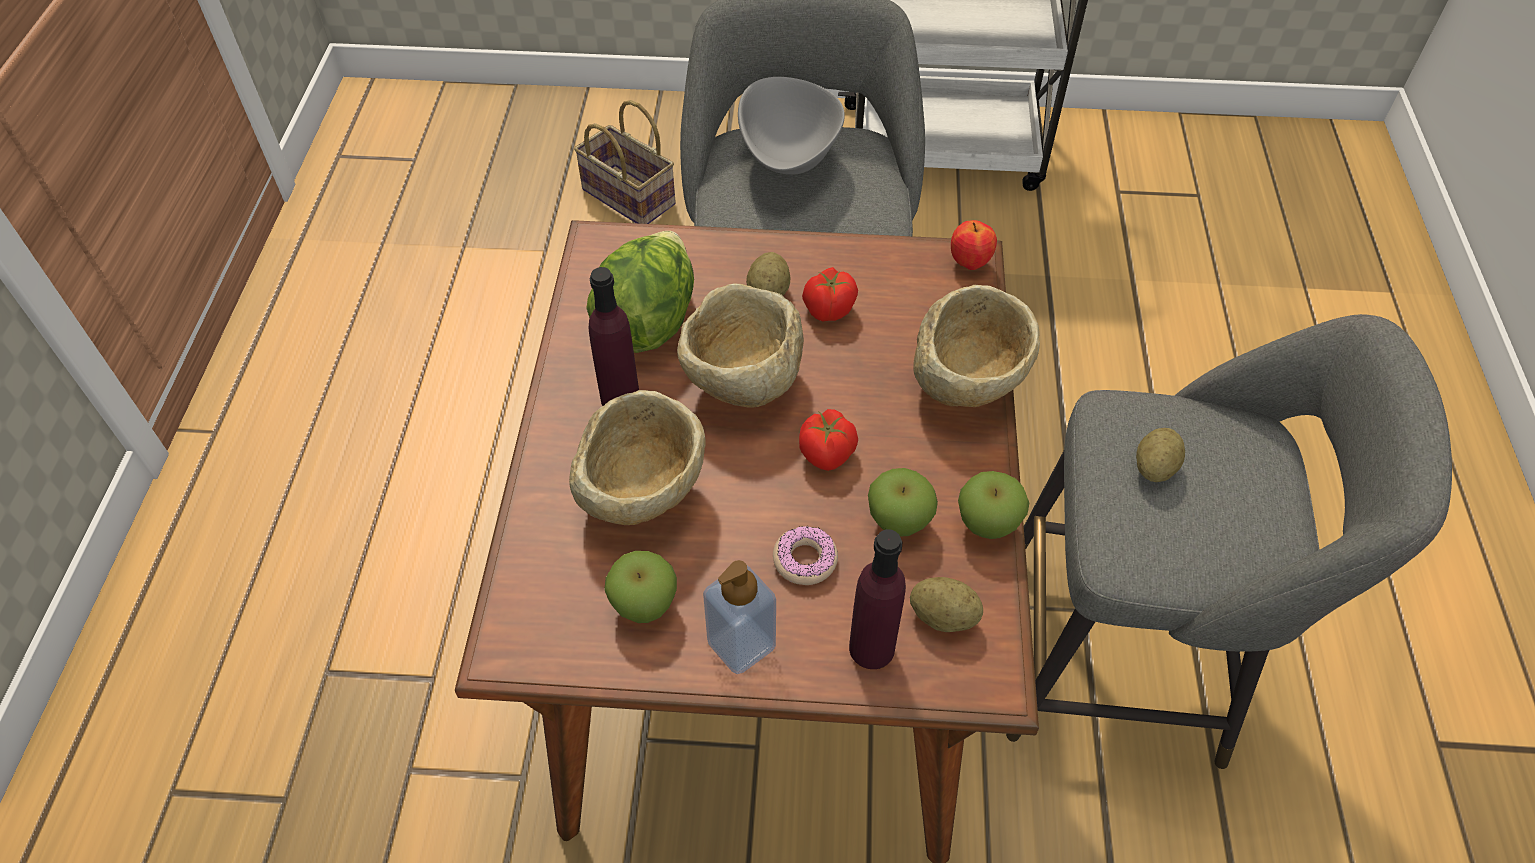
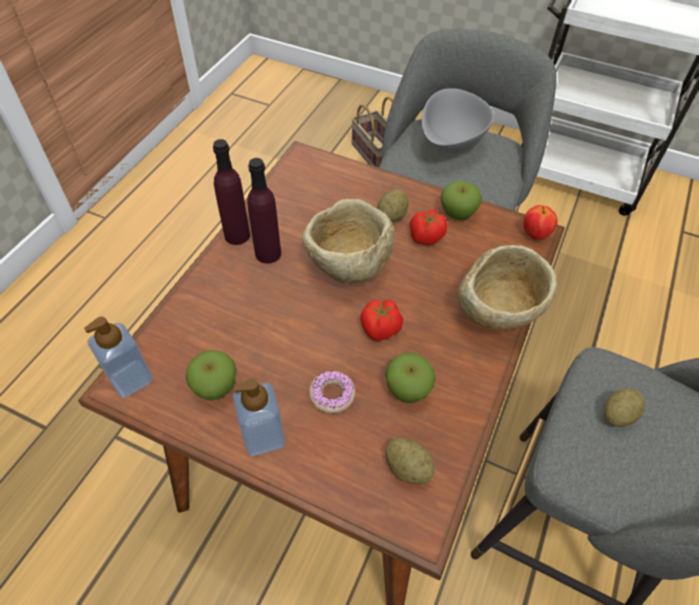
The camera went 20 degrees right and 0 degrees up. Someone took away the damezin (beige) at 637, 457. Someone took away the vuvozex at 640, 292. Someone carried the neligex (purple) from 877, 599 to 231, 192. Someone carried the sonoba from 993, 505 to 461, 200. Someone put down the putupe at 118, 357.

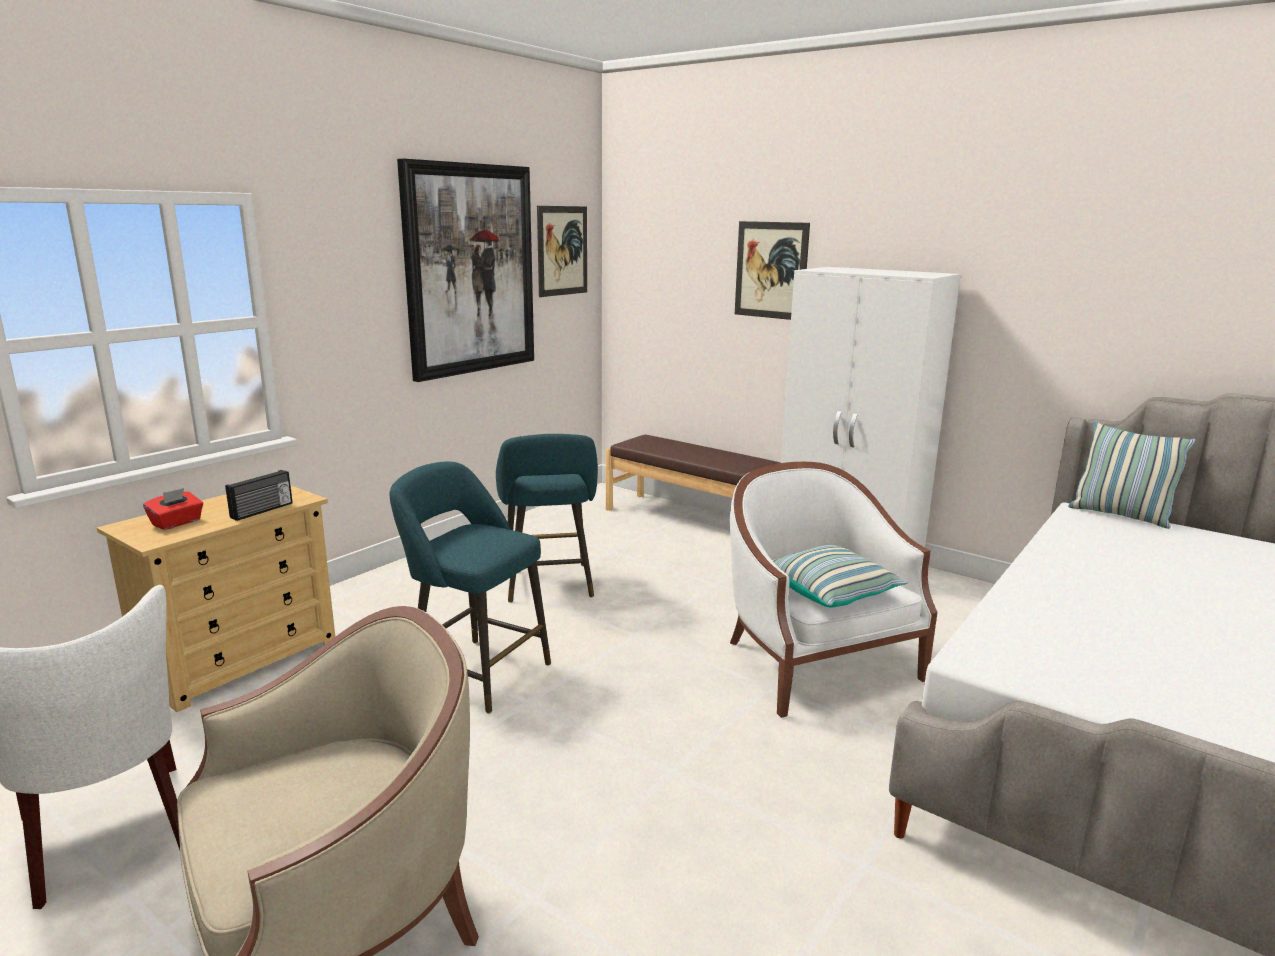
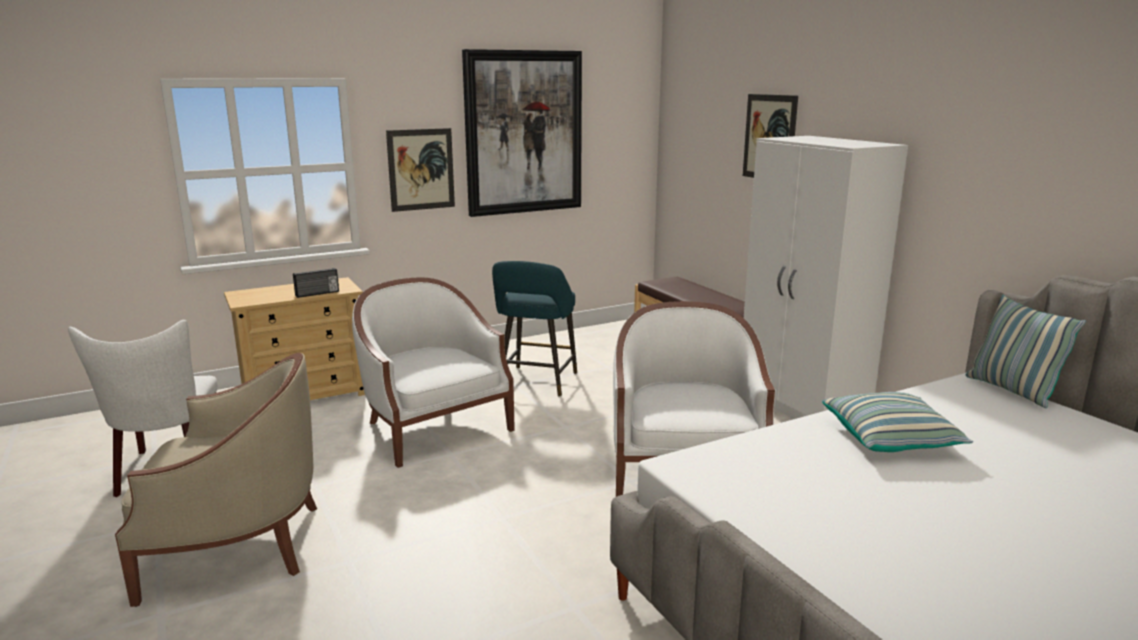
The camera went 25 degrees right and 0 degrees up. Someone took away the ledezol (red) at 173, 509. Someone swapped the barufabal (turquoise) at 470, 587 for the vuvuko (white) at 433, 372. Someone carried the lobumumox from 562, 251 to 420, 170. Someone carried the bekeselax from 840, 576 to 897, 422.

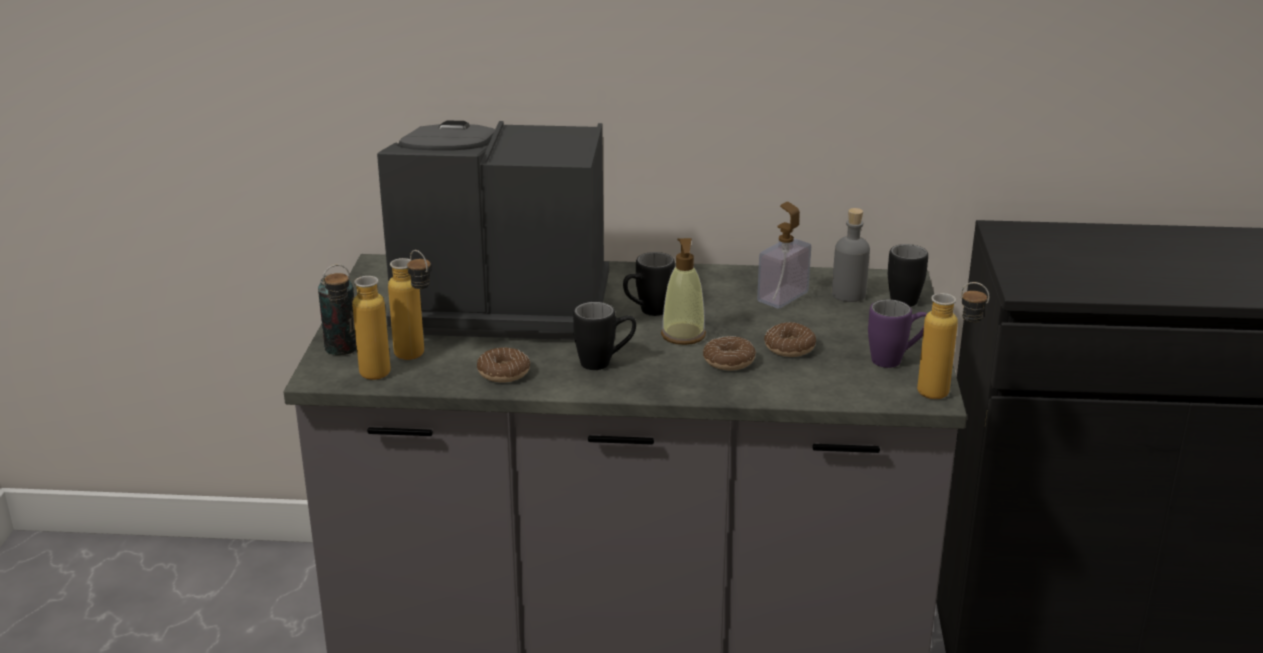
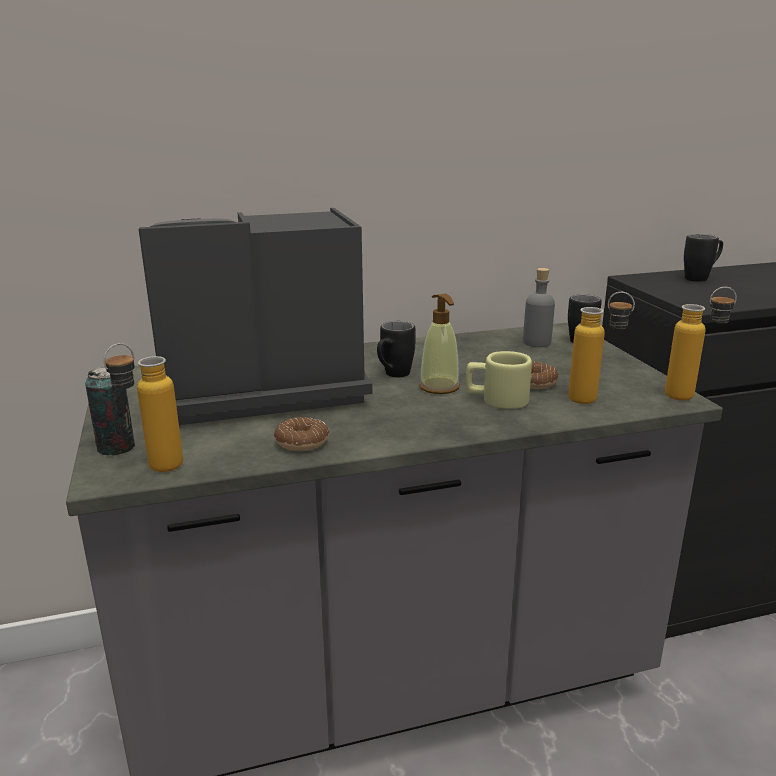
The camera went 20 degrees left and 5 degrees down. Someone carried the neligex from 409, 305 to 601, 348. Someone carried the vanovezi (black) from 604, 336 to 703, 258. Someone swapped the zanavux at 729, 353 for the vanovezi (beige) at 499, 380. Someone took away the putupe at 784, 255. Someone took away the vanovezi (purple) at 897, 333.

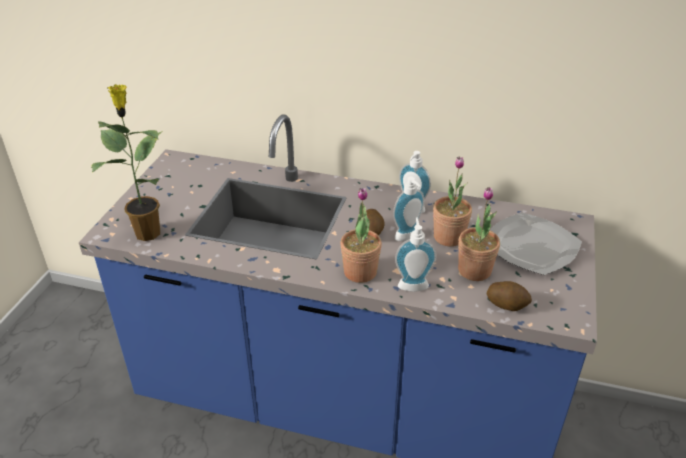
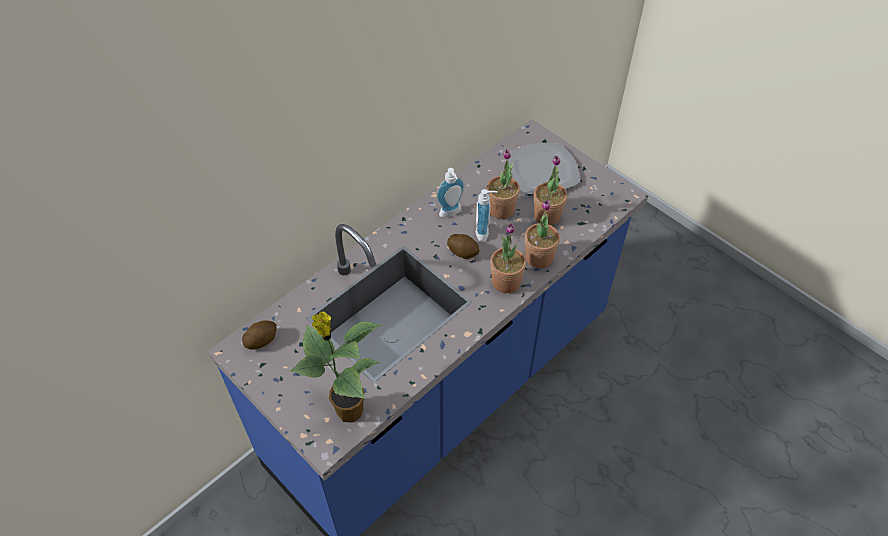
The camera went 60 degrees left and 15 degrees up. Someone swapped the putupe at 416, 254 for the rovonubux at 542, 234. Someone carried the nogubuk from 509, 296 to 259, 335.

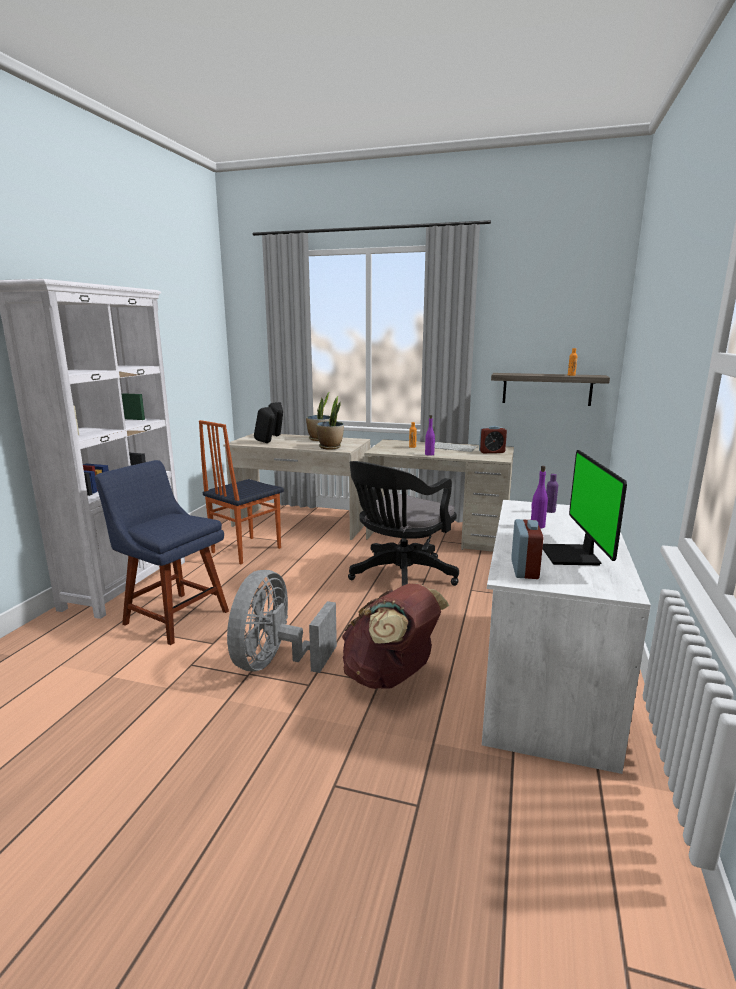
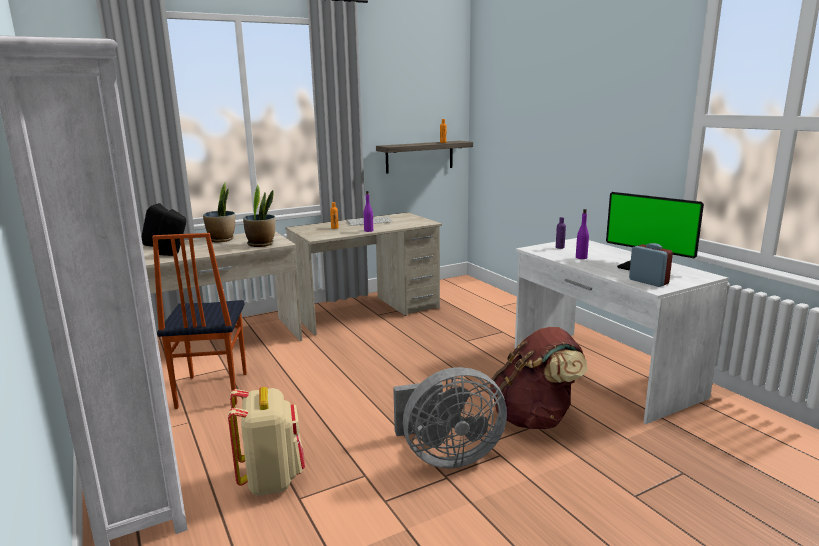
The camera went 45 degrees left and 0 degrees up. Someone swapped the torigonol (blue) at 162, 552 for the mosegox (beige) at 266, 441. Someone rotated the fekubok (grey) at 282, 621 by 75 degrees counterclockwise. Someone took away the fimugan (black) at 403, 523. Someone took away the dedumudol at 493, 439.

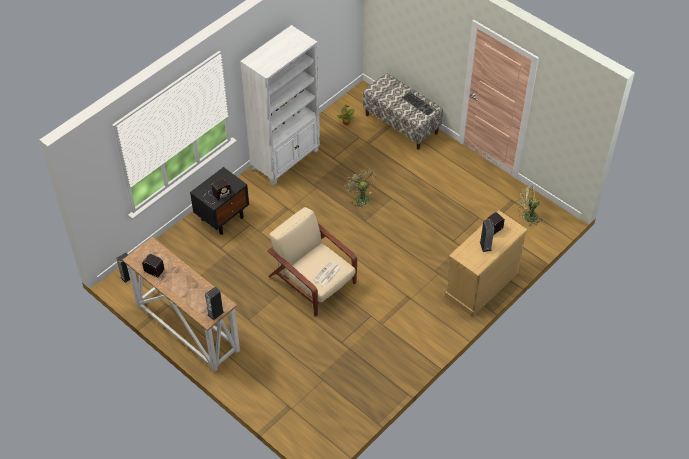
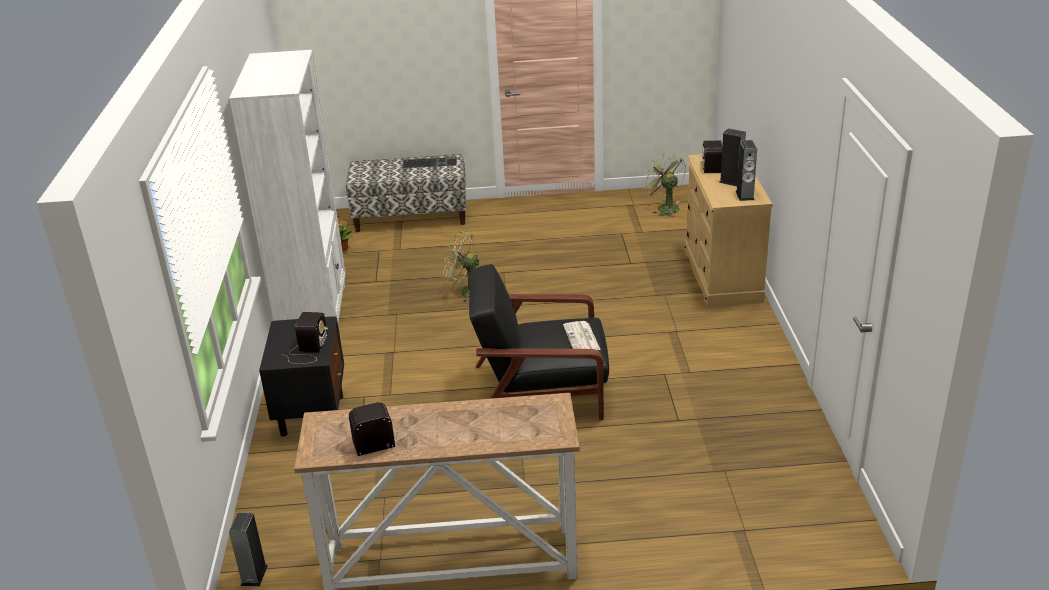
The camera went 45 degrees left and 20 degrees down. Someone carried the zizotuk from 214, 304 to 746, 170. Someone repainted the vuvuko (beige) at 312, 261, which became the vuvuko (black) at 539, 342. Someone rotated the fekubok (green) at 530, 206 by 105 degrees clockwise.

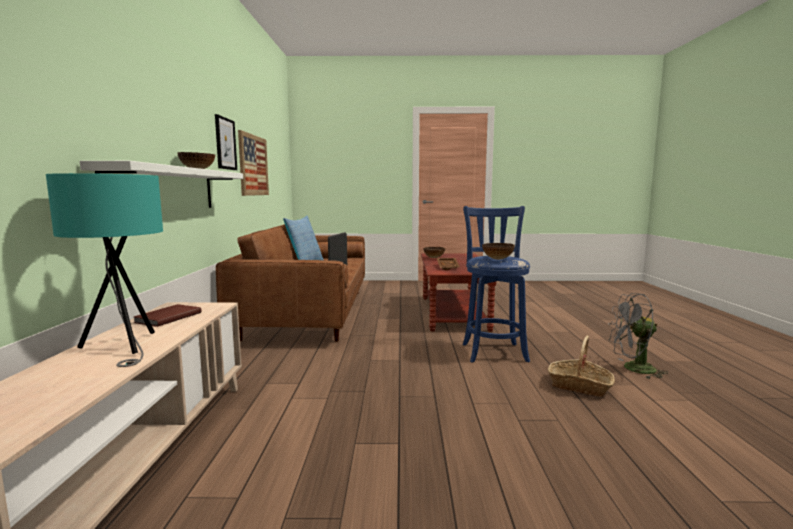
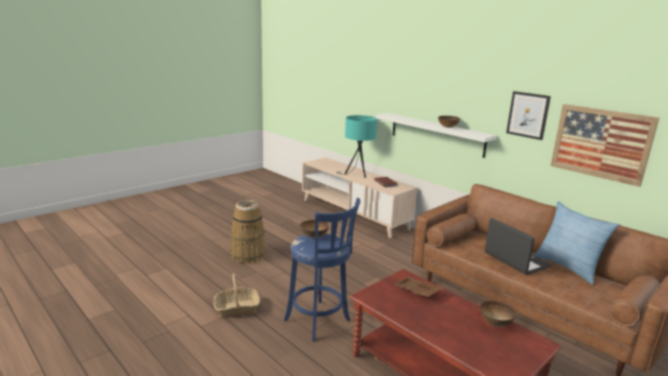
The camera went 135 degrees right and 10 degrees up. Someone took away the fekubok (grey) at 638, 336. Someone put down the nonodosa at 248, 232.

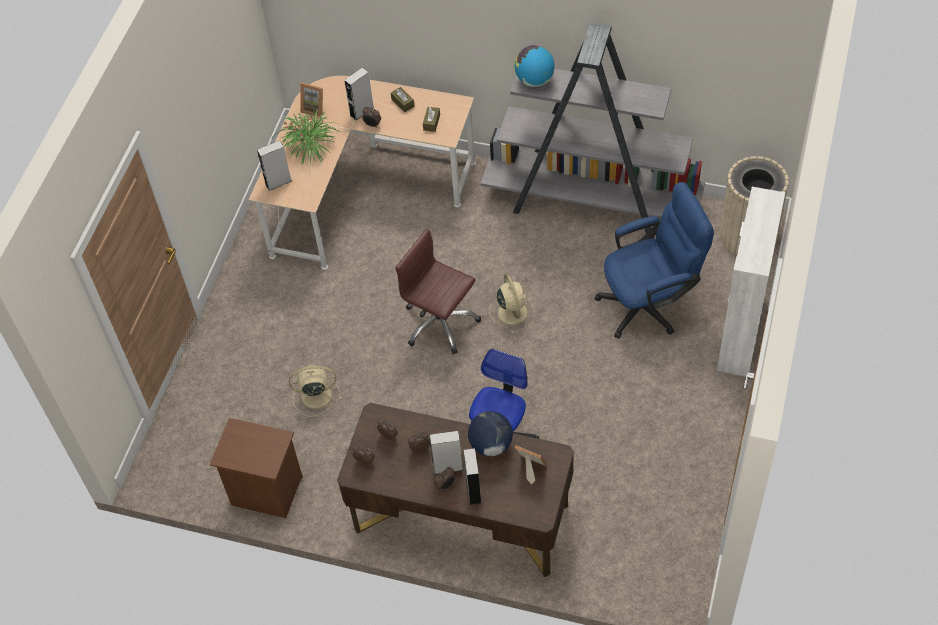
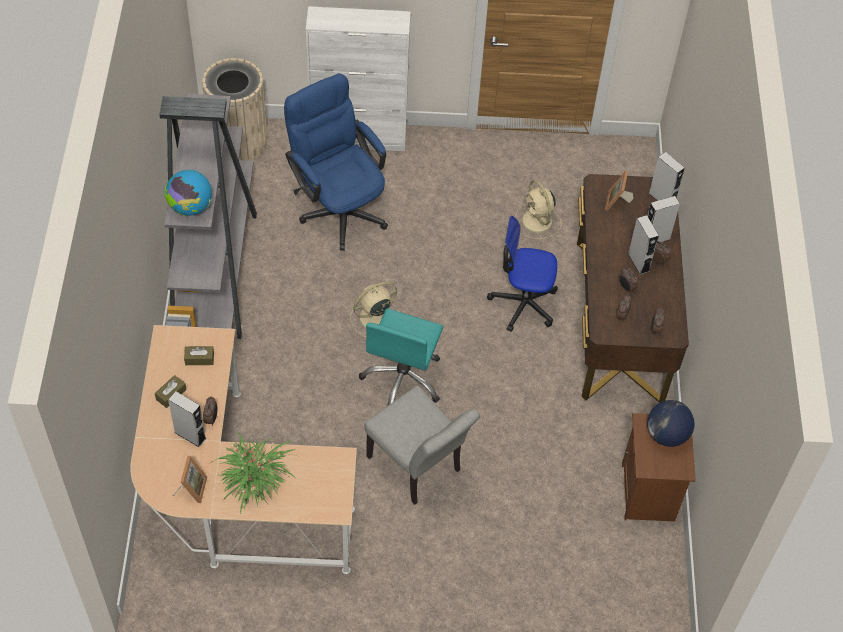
The camera went 110 degrees left and 0 degrees up. Someone carried the zizotuk (grey) from 274, 165 to 666, 176. Someone carried the fekubok (beige) from 315, 391 to 538, 209. Someone repainted the fimugan (brown) at 438, 291, which became the fimugan (turquoise) at 401, 357. Someone carried the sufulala from 490, 433 to 671, 423. Someone put down the torigonol (grey) at 422, 445.

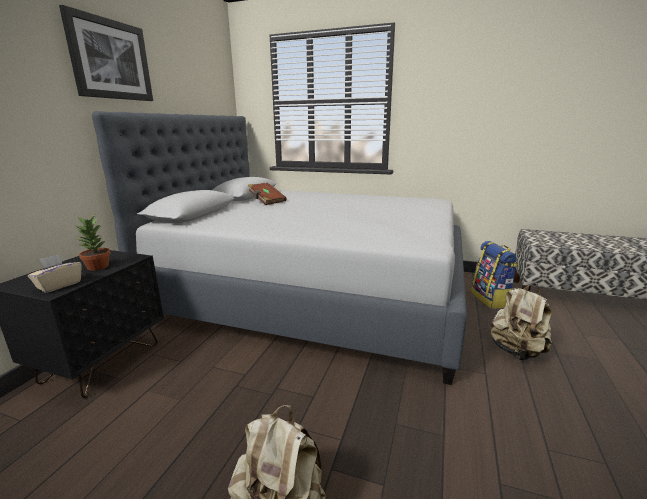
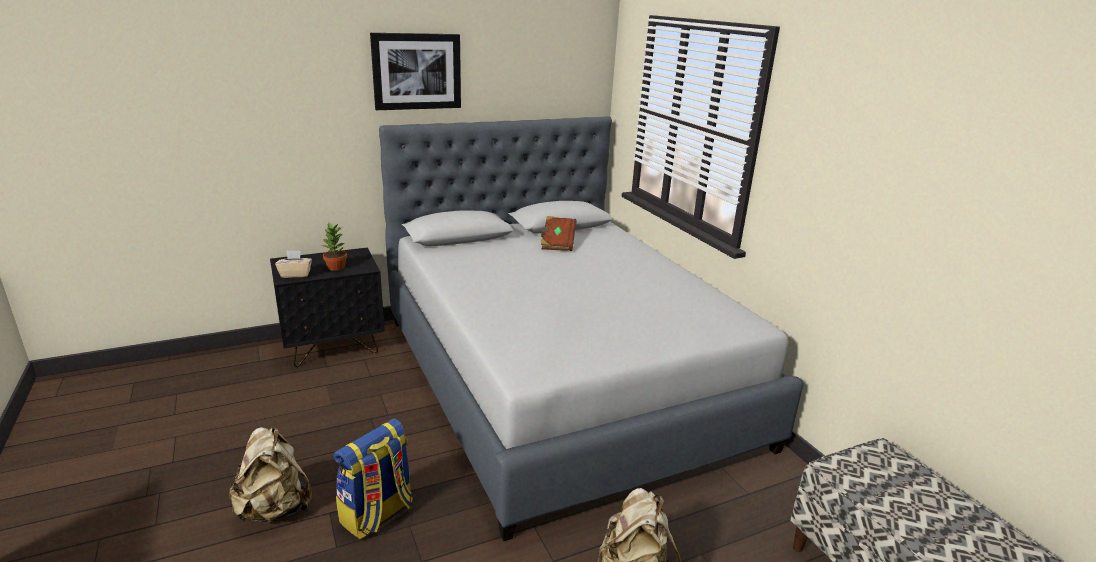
The camera went 45 degrees right and 5 degrees up. Someone carried the mosegox from 494, 275 to 373, 479.

